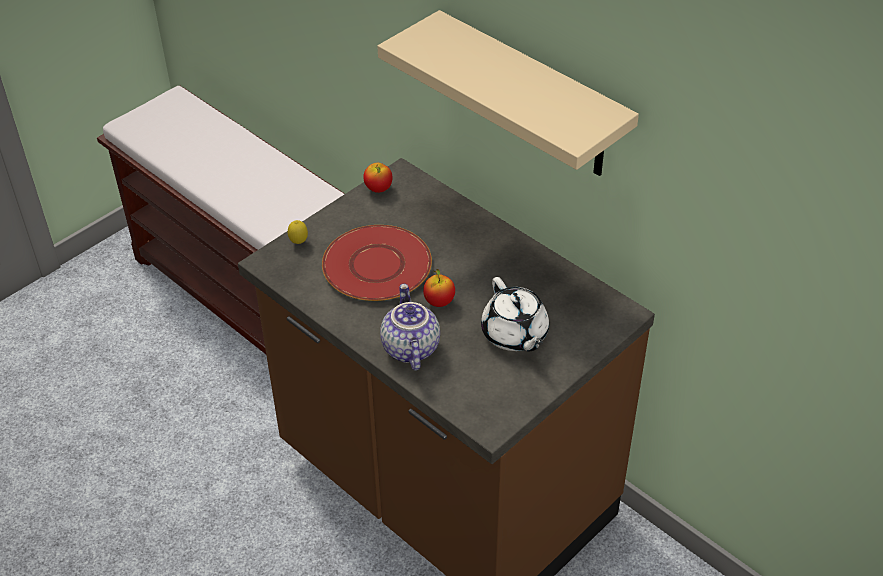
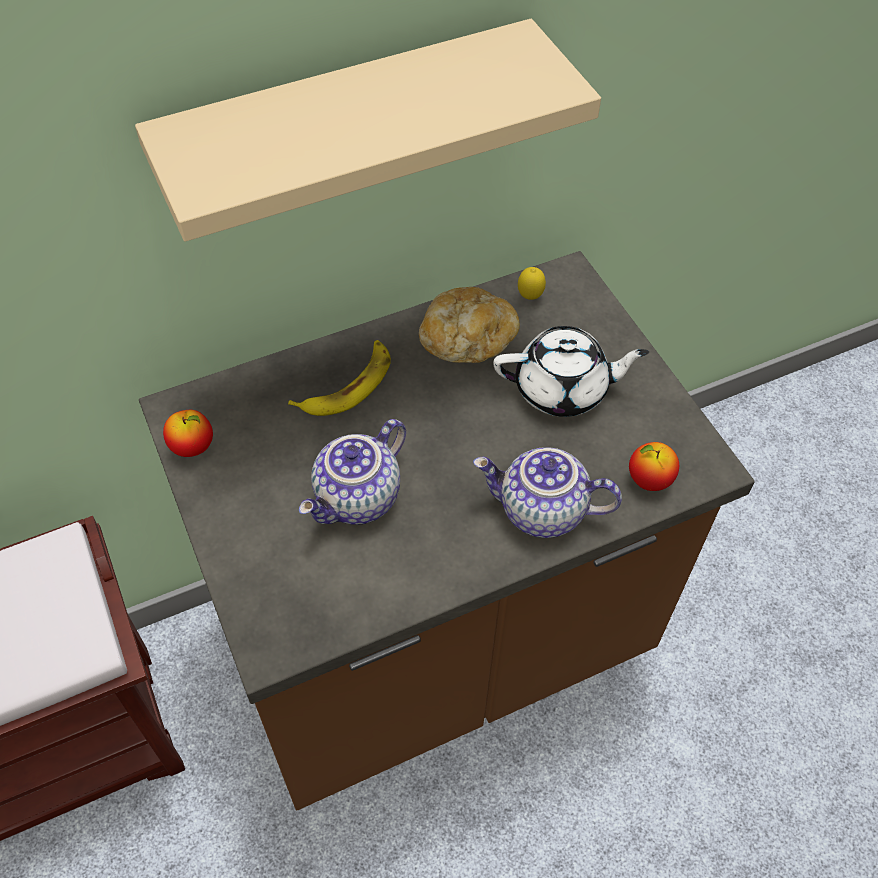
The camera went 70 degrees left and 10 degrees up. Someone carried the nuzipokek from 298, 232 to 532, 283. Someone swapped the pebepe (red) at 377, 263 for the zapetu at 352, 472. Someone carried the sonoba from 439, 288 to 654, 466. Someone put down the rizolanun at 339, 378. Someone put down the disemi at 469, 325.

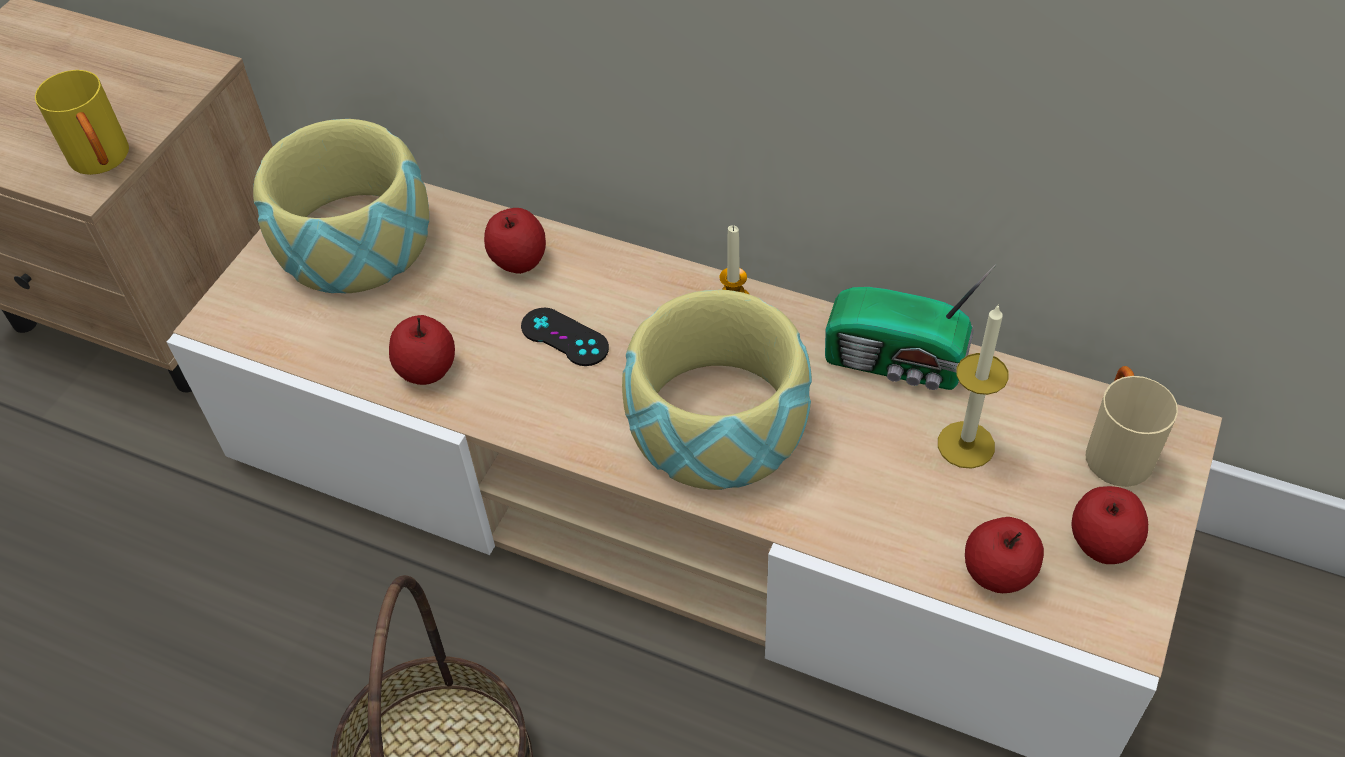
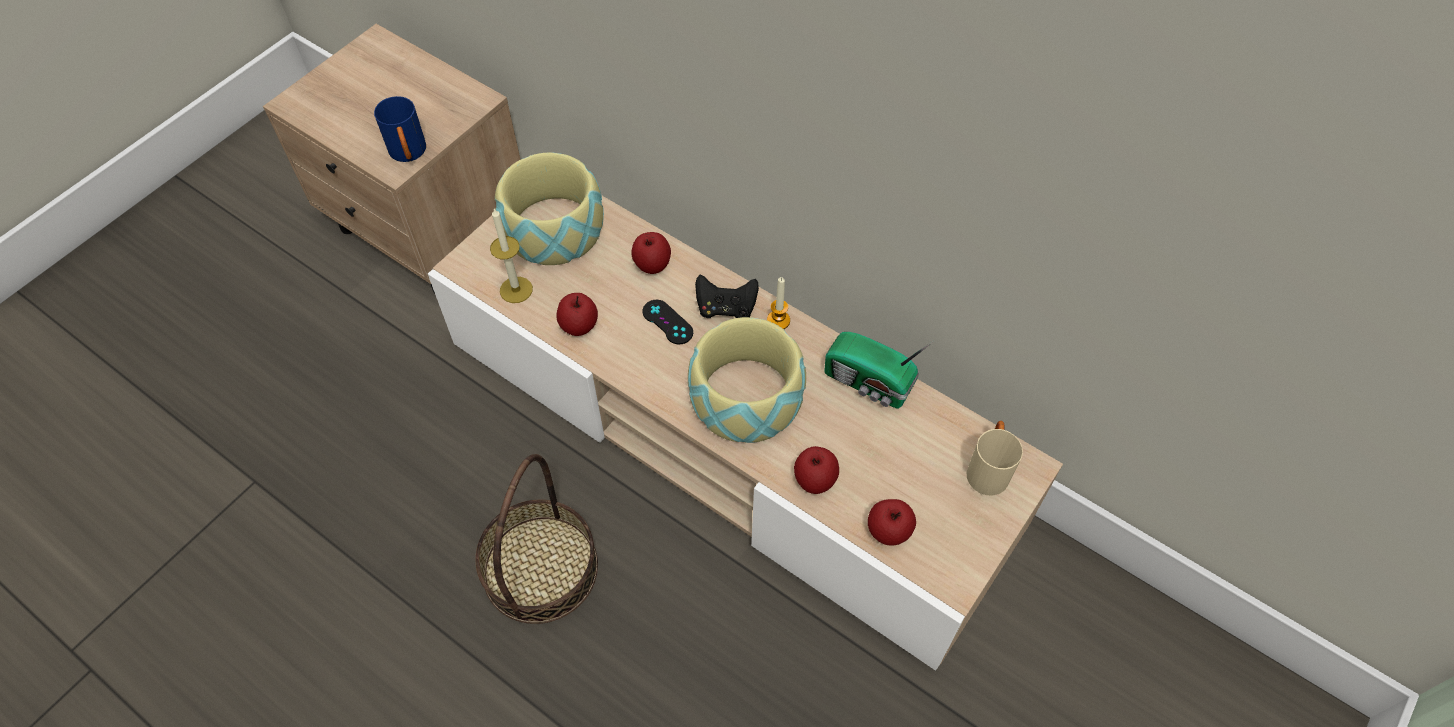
The camera went 10 degrees right and 5 degrees up. Someone repainted the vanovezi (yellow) at 82, 122, which became the vanovezi (blue) at 400, 129. Someone carried the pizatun from 973, 386 to 511, 255. Someone carried the sonoba from 1109, 525 to 816, 470. Someone put down the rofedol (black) at 727, 296.

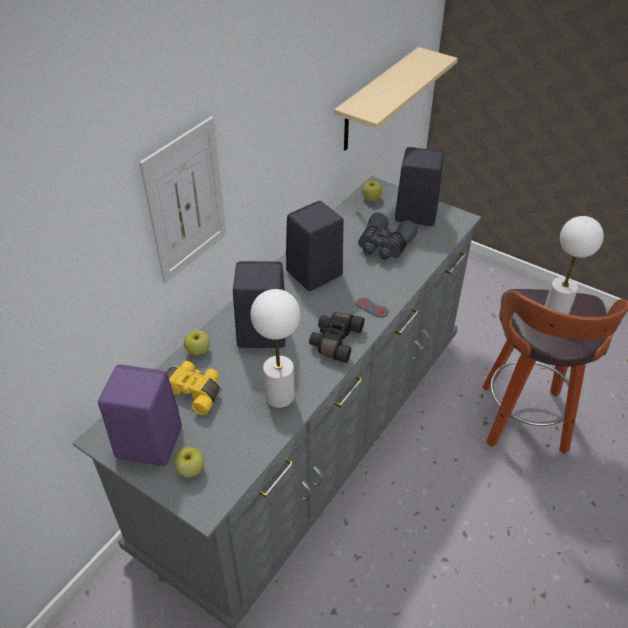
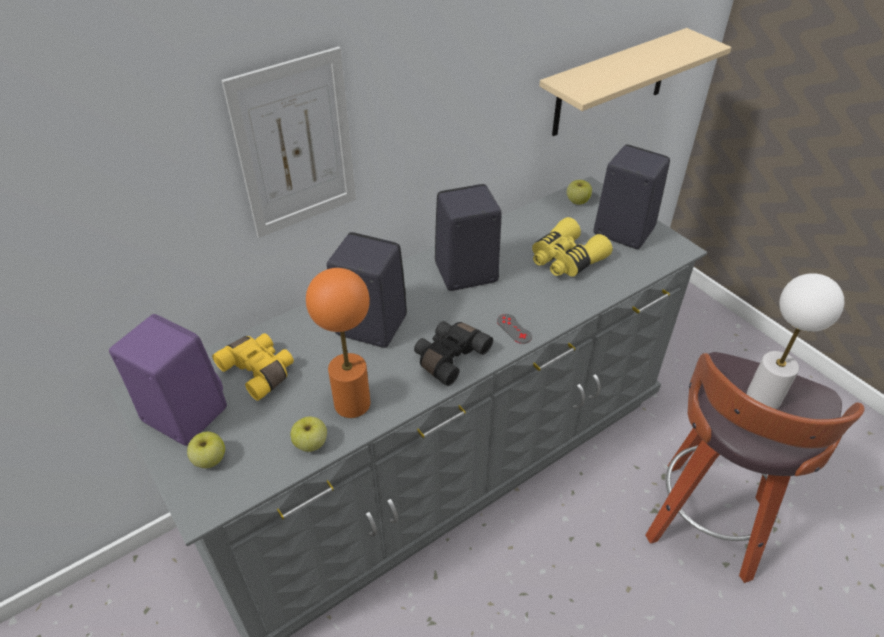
The camera went 20 degrees right and 0 degrees up. Someone carried the sonoba from 197, 342 to 309, 434. Someone repainted the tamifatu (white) at 275, 348, which became the tamifatu (orange) at 338, 343. Someone repainted the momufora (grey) at 388, 236, which became the momufora (yellow) at 572, 247.

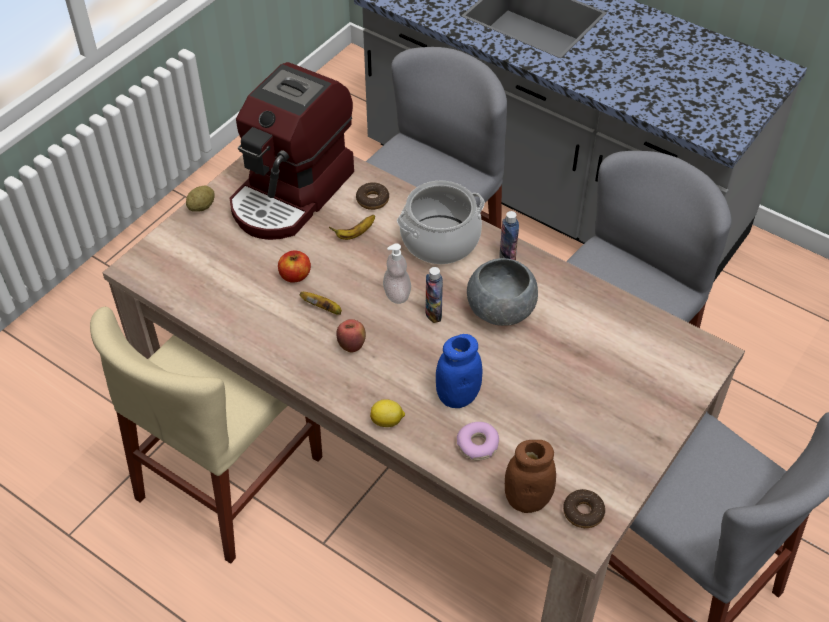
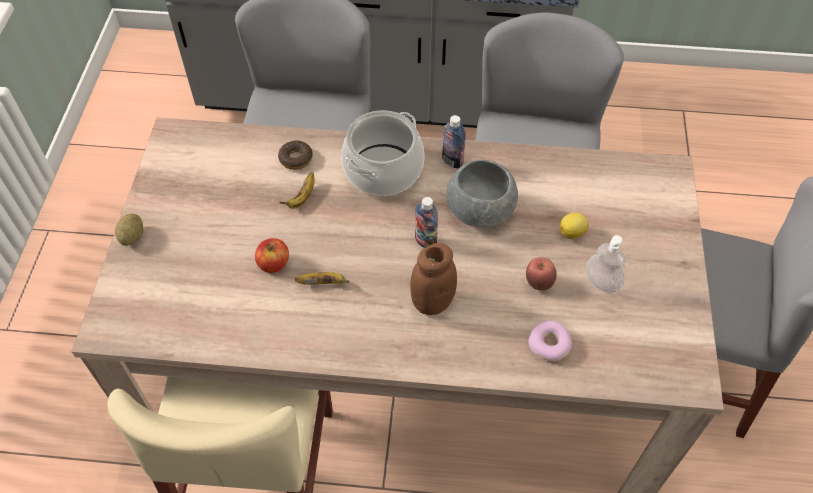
The camera went 30 degrees left and 5 degrees up. Someone took away the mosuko at 292, 151. Someone carried the sonoba from 351, 335 to 541, 274. Someone carried the nuzipokek from 387, 413 to 574, 226. Someone carried the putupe from 397, 273 to 606, 264. Someone took away the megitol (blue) at 459, 371. Someone carried the megitol (brown) from 530, 476 to 433, 279. Someone took away the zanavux at 584, 508.

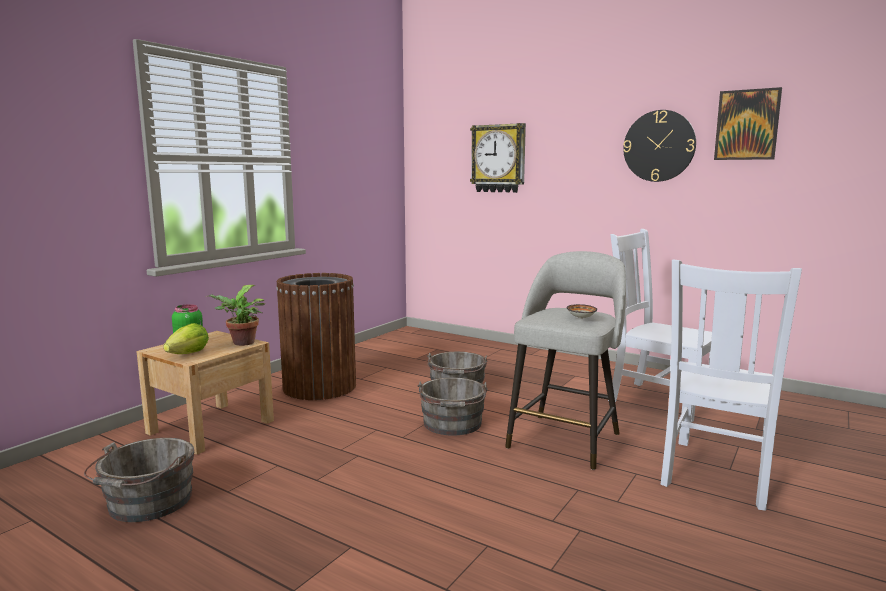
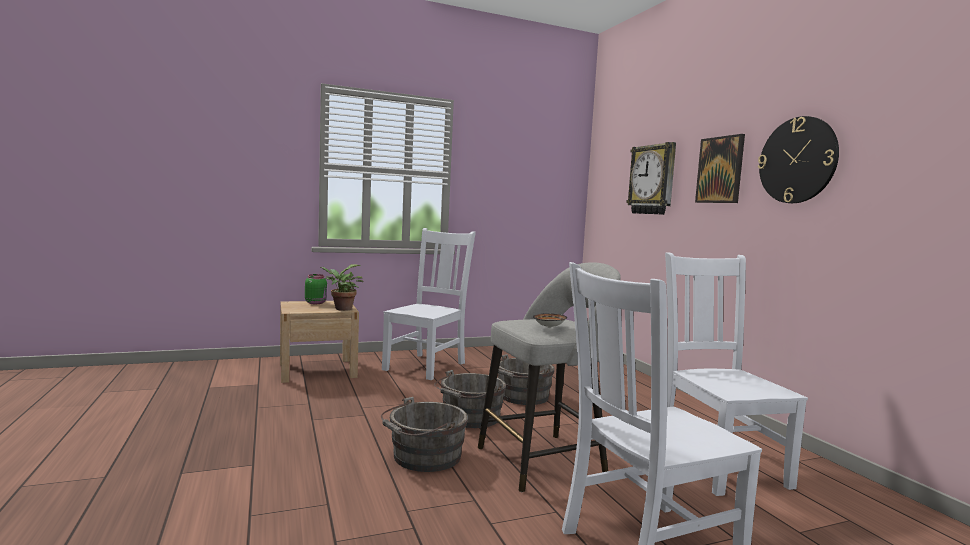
The camera went 35 degrees right and 5 degrees down. Someone carried the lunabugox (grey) from 139, 480 to 424, 434. Someone took away the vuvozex at 186, 338. Someone swapped the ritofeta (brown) at 316, 336 for the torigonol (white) at 429, 304. Someone carried the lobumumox from 748, 123 to 720, 168.

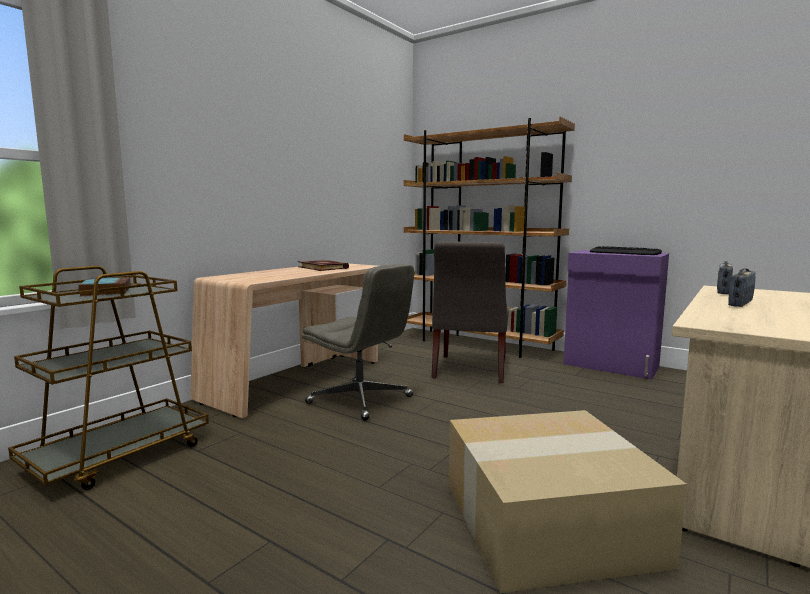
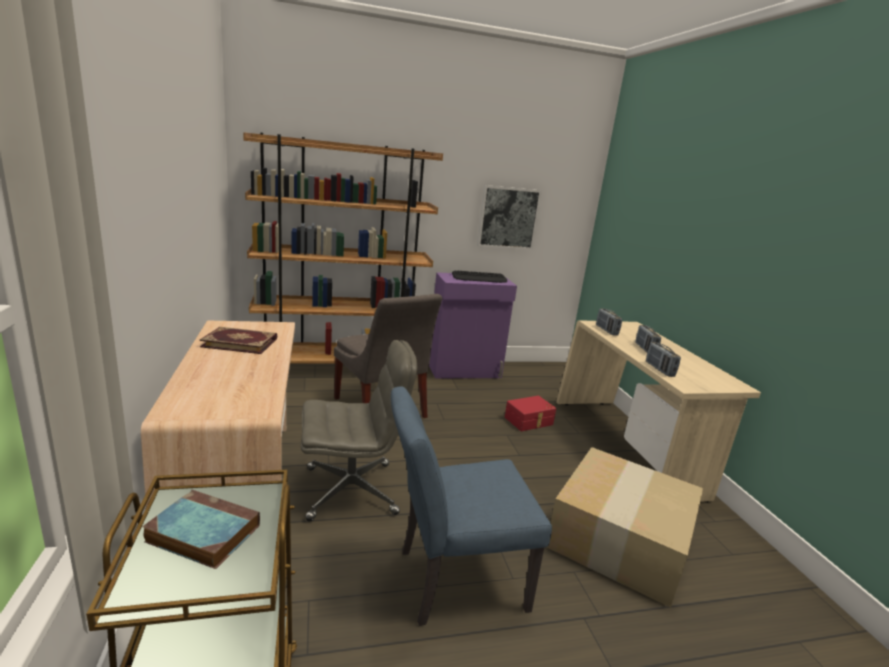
The camera went 50 degrees left and 10 degrees up. Someone put down the torigonol (blue) at 471, 506. Someone put up the lobumumox at 509, 217. Someone put down the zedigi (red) at 530, 413. Someone put down the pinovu at 663, 359.

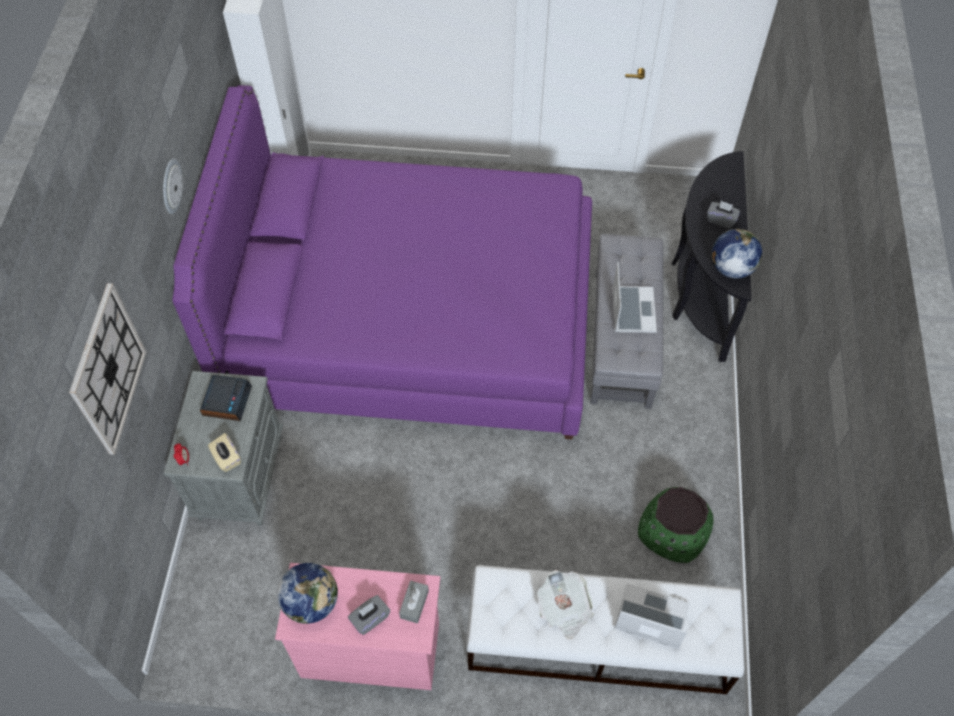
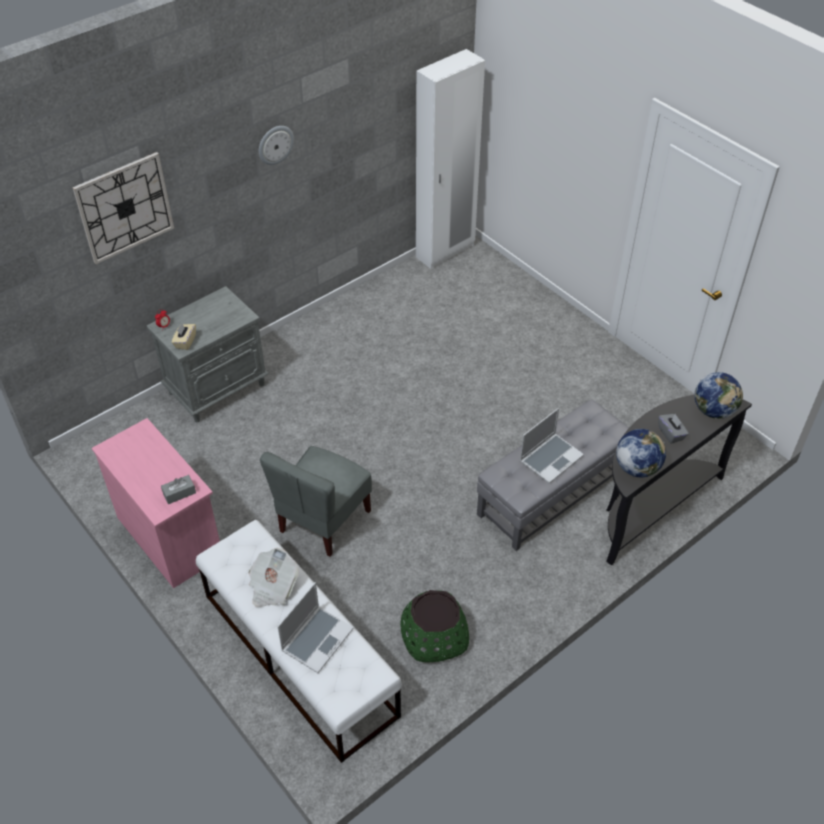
The camera went 45 degrees right and 10 degrees down. Someone took away the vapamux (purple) at 382, 262. Someone took away the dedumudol at 226, 398. Someone carried the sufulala from 307, 593 to 718, 395. Someone took away the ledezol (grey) at 369, 615. Someone rotated the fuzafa at 651, 616 by 60 degrees clockwise. Someone put down the torigonol (grey) at 316, 501.

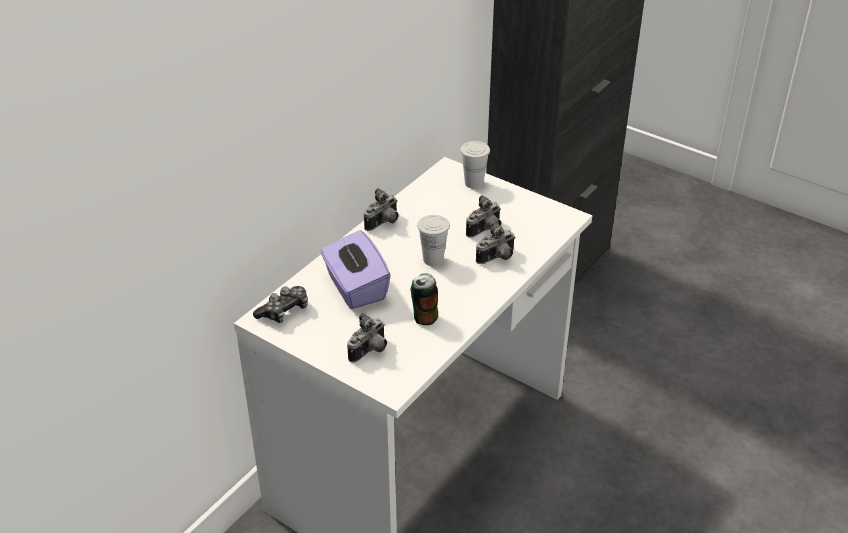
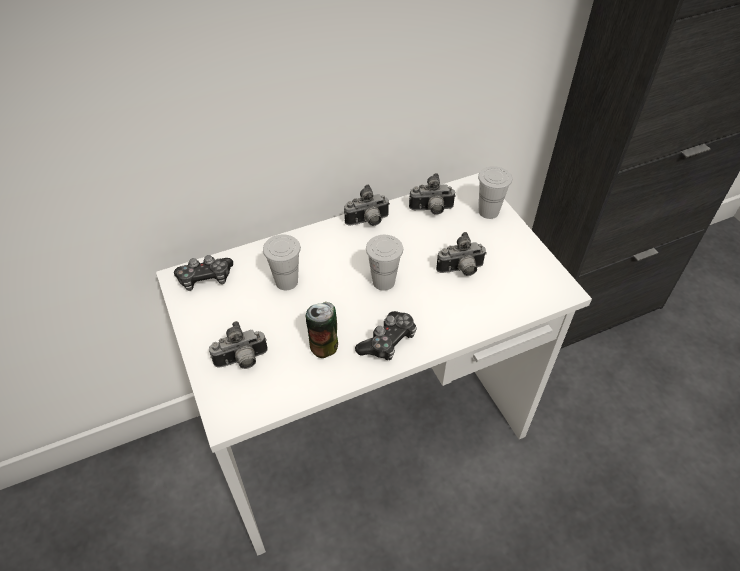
The camera went 30 degrees right and 10 degrees up. Someone swapped the ledezol (purple) at 355, 269 for the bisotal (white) at 282, 263. Someone carried the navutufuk from 496, 243 to 432, 194. Someone put down the rofedol at 386, 335.

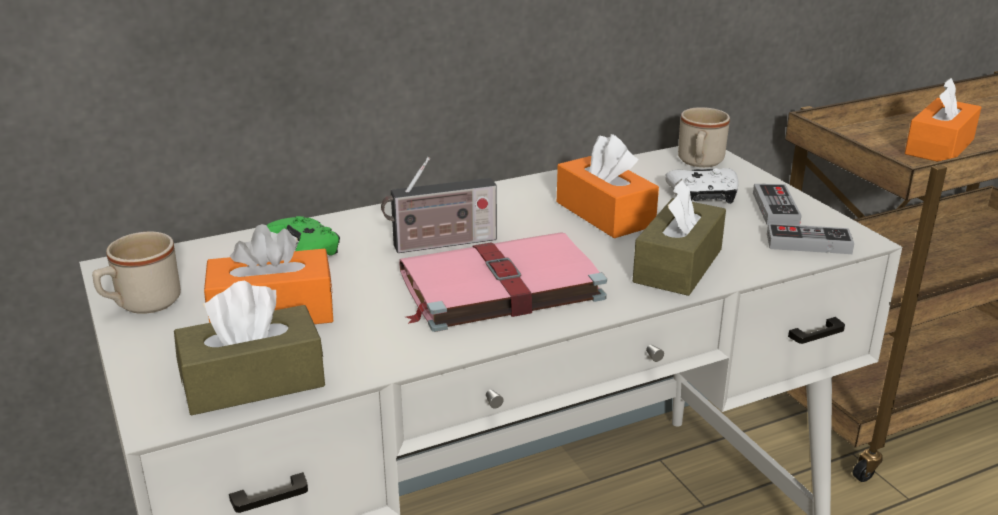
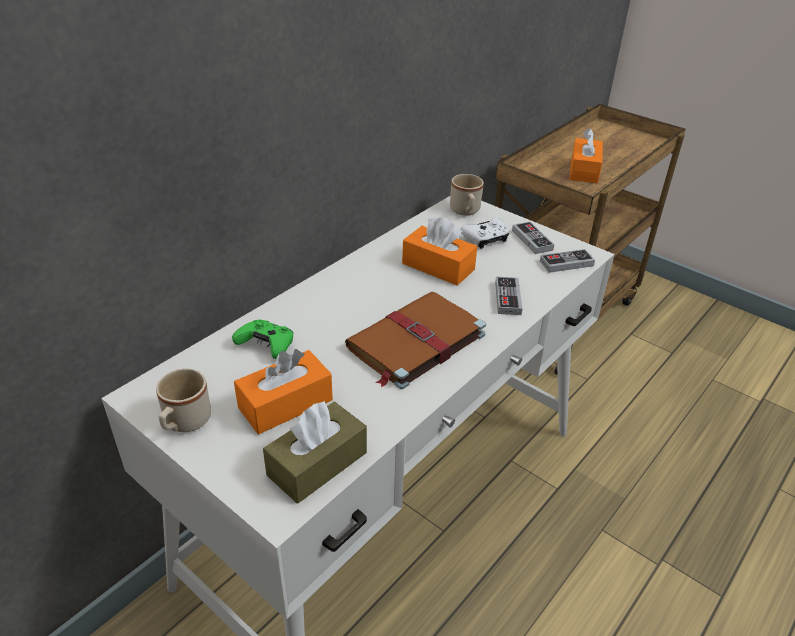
The camera went 25 degrees left and 10 degrees up. Someone took away the pinovu at 439, 205. Someone repainted the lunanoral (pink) at 503, 282, which became the lunanoral (brown) at 415, 340. Someone swapped the ledezol (brown) at 679, 237 for the rofedol at 508, 296.

